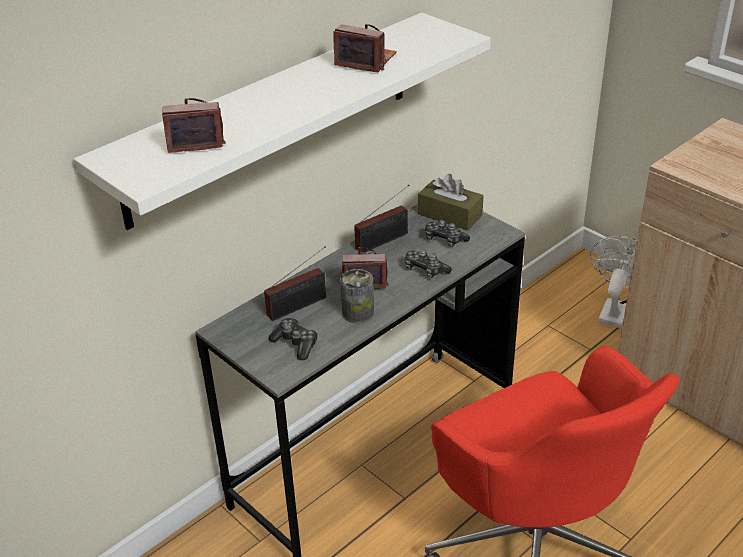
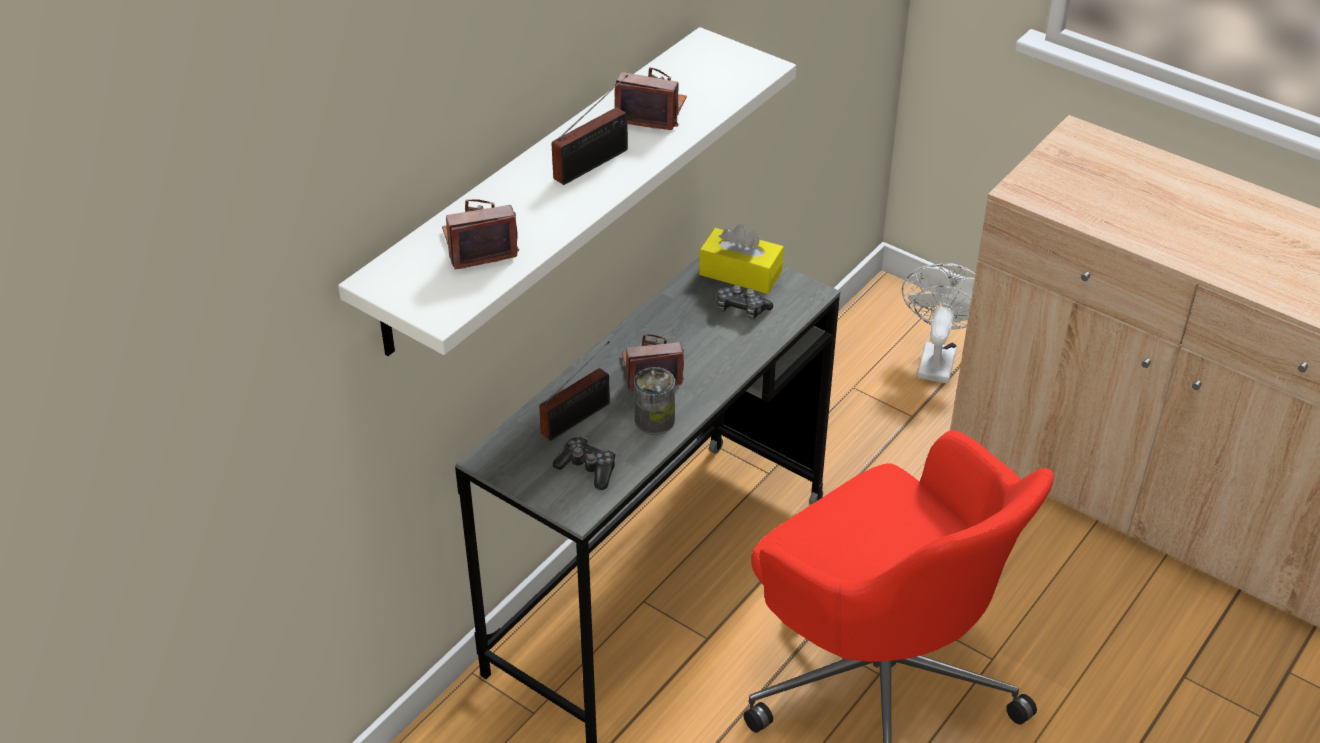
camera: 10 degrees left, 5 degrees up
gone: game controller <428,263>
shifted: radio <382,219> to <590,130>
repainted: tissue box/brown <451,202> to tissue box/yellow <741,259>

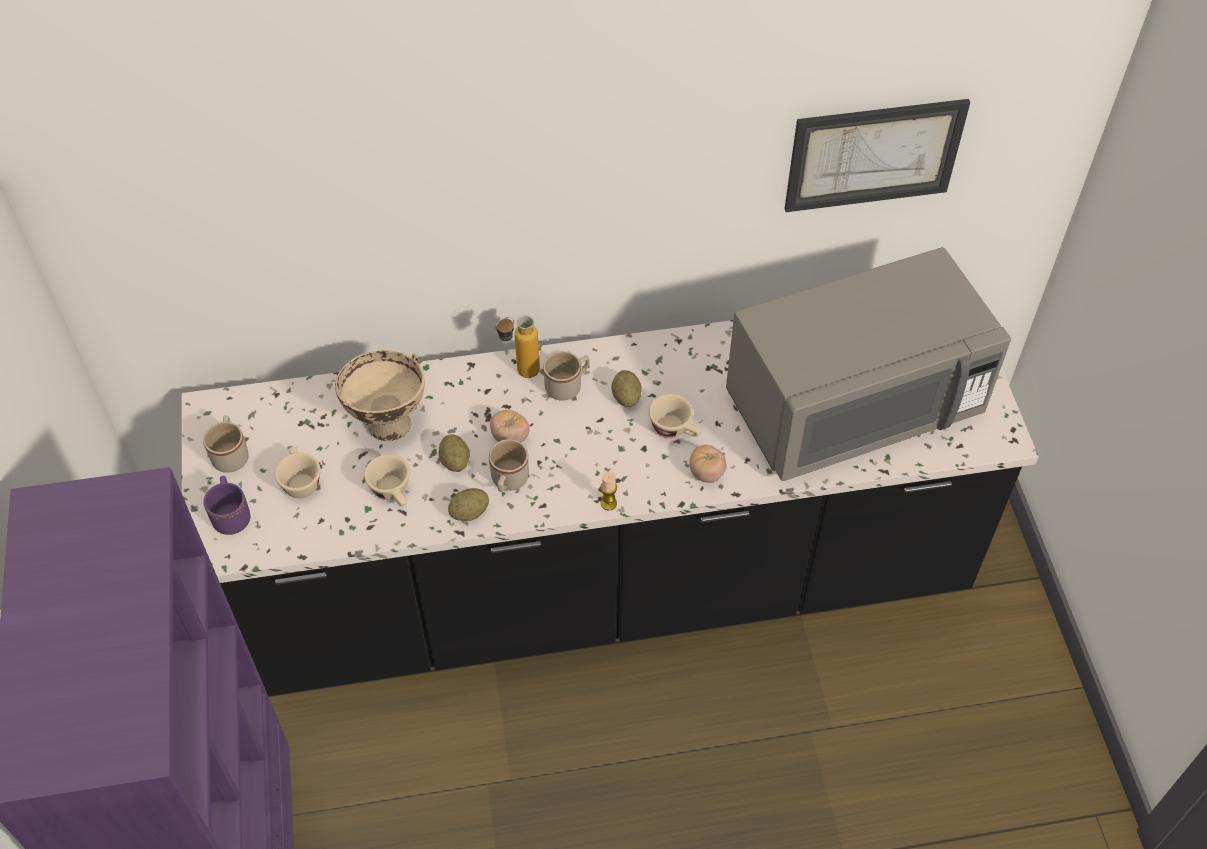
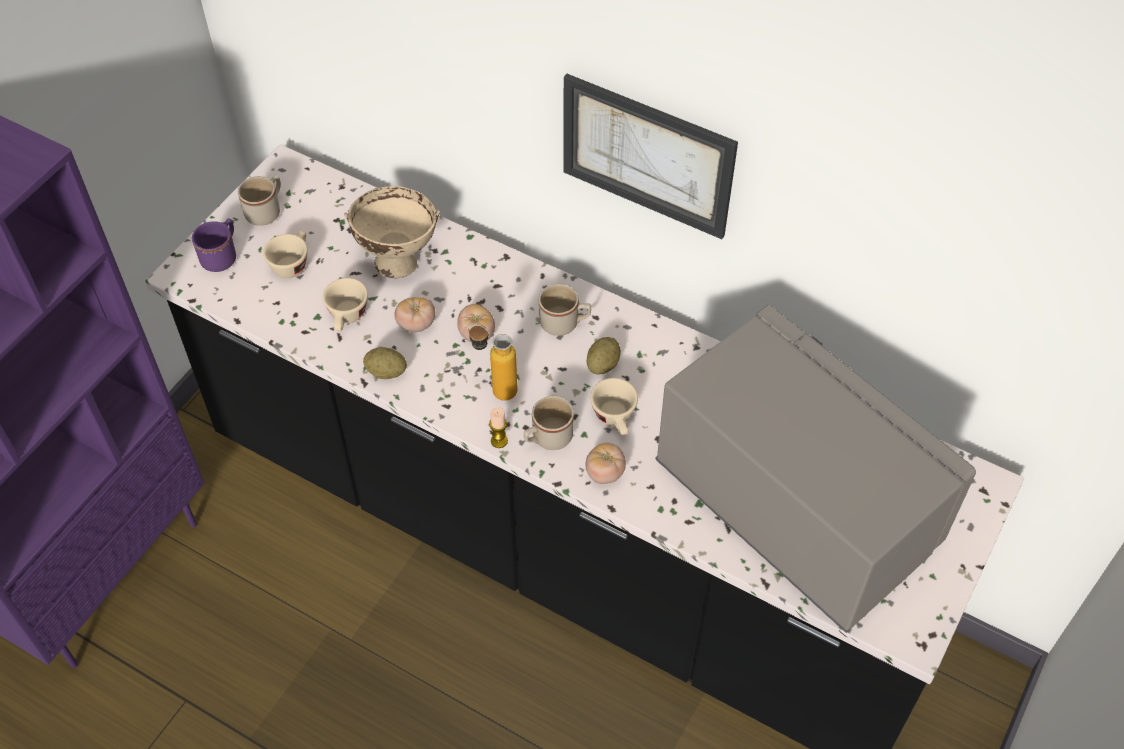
camera: 40 degrees right, 0 degrees up
shifted: mug/beige <509,465> to <549,423>; bottle <517,346> to <493,362>; picture <877,155> to <650,156>
swapped: potato <454,453> to tomato <414,314>
rotated: microwave/grey <869,364> = <815,469> 150 degrees counterclockwise

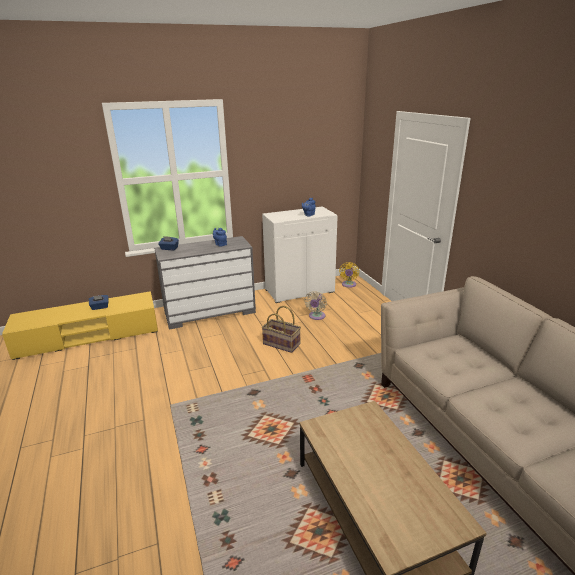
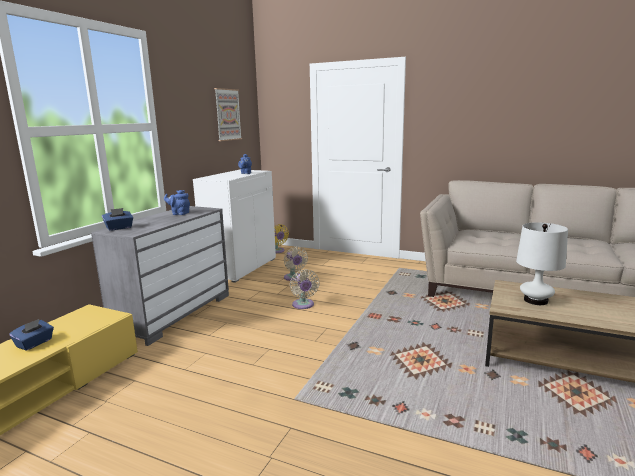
camera: 45 degrees left, 10 degrees down
new: picture <228,114>; table lamp/white <542,263>
swapped: basket <281,329> to fan/beige <304,289>

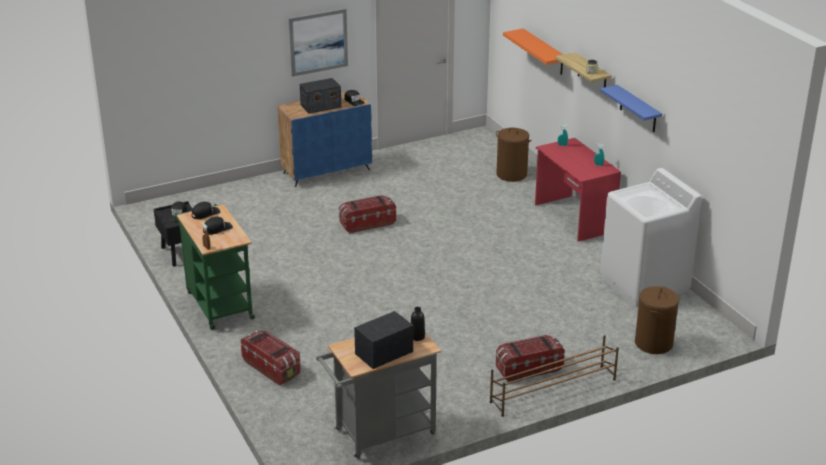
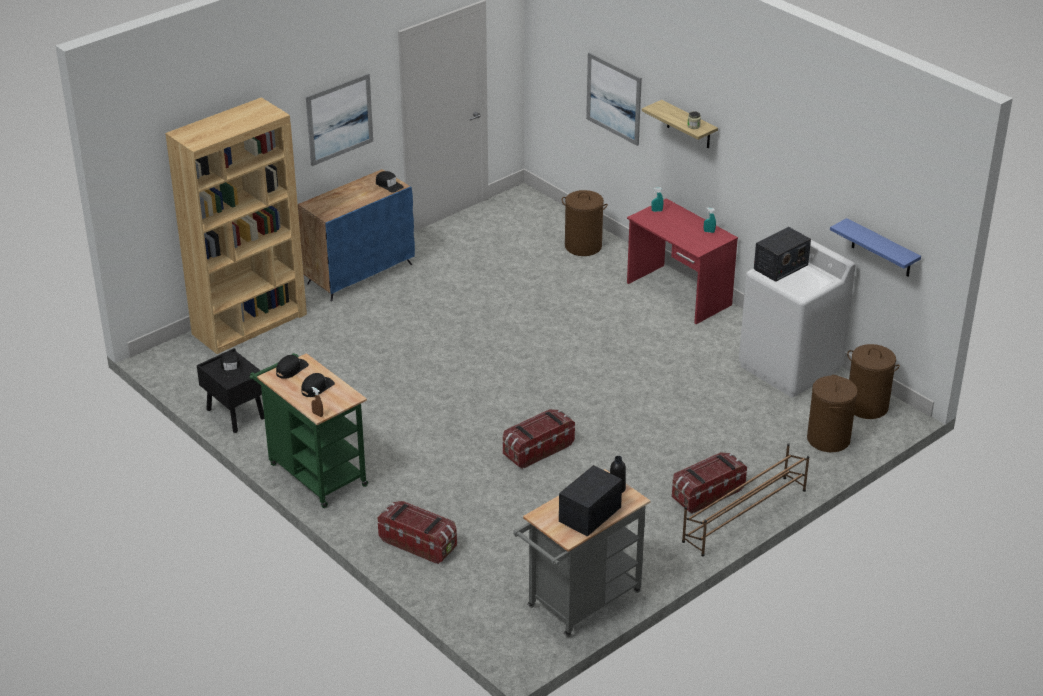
camera: 15 degrees left, 5 degrees up
new: bookcase/brown <236,225>; laundry basket/brown <873,381>
shifted: radio <320,95> to <782,254>; storage box <367,214> to <539,439>; shelf/blue <631,108> to <875,247>
swapped: shelf/orange <533,51> to picture <614,99>

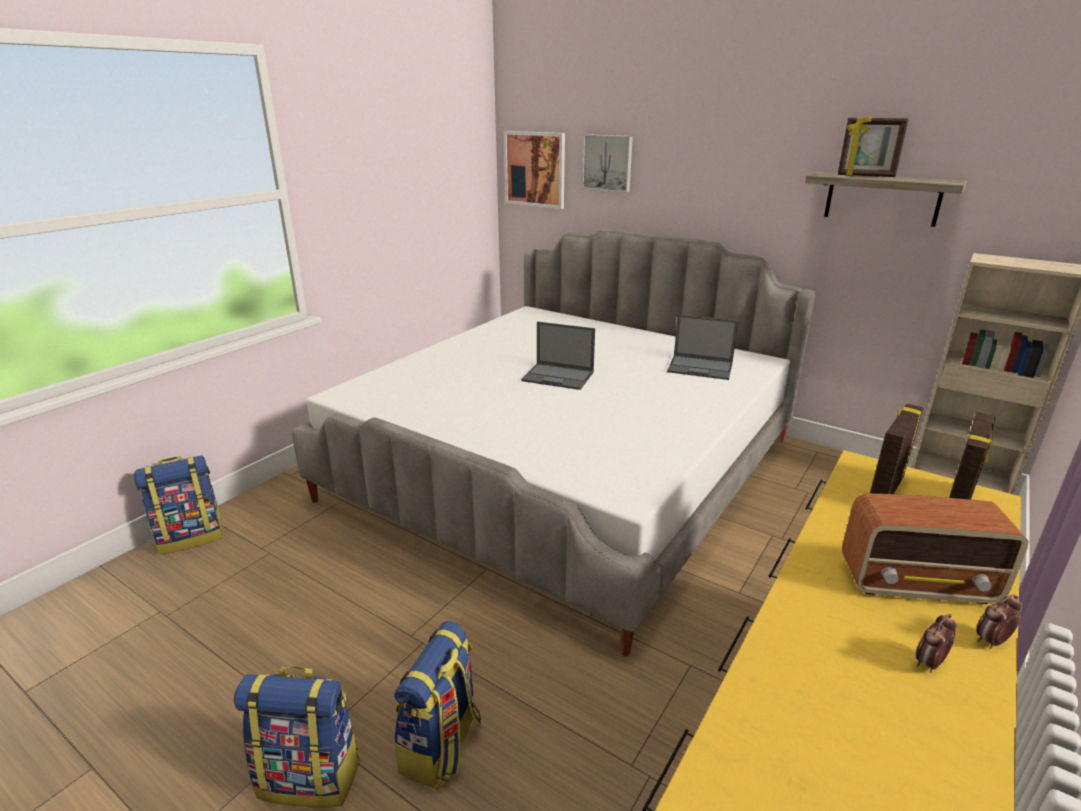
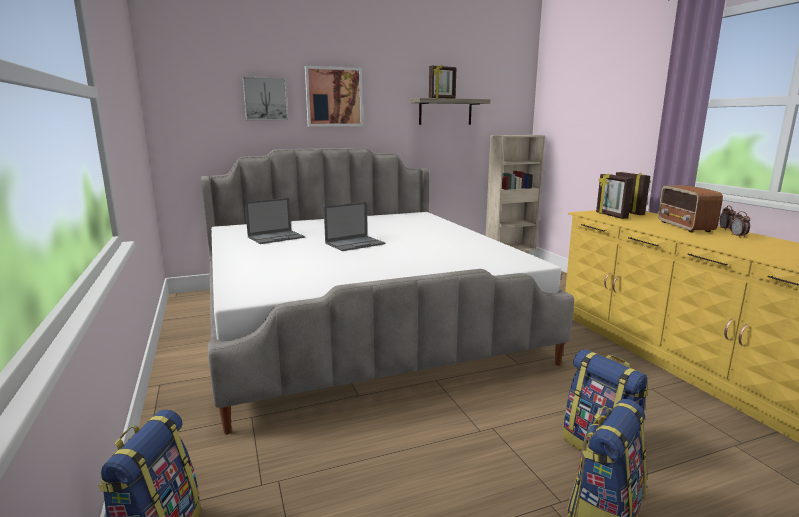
camera: 55 degrees left, 10 degrees down
shifted: picture <534,170> to <334,96>; laptop <702,347> to <275,221>
rotated: radio <935,548> = <690,209> 135 degrees clockwise

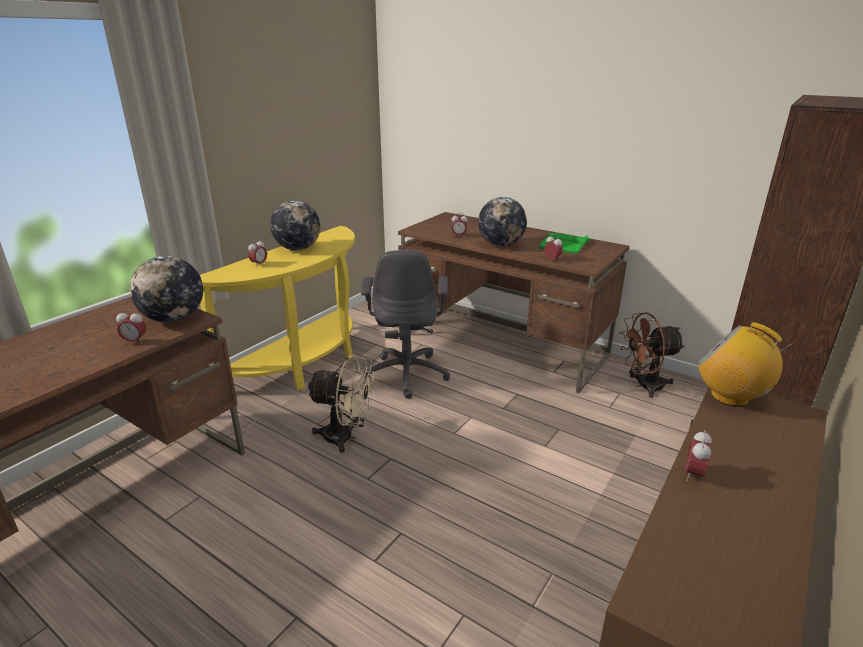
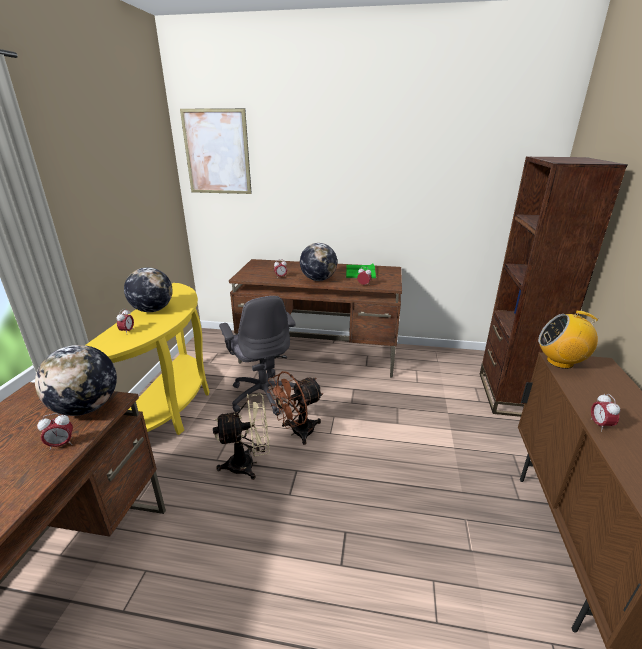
camera: 25 degrees left, 0 degrees up
new: picture <216,151>
shifted: fan/brown <652,355> to <295,408>

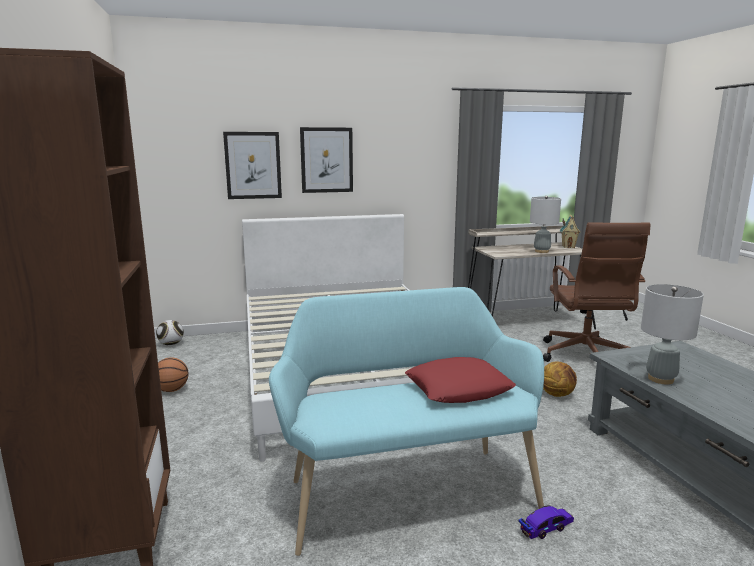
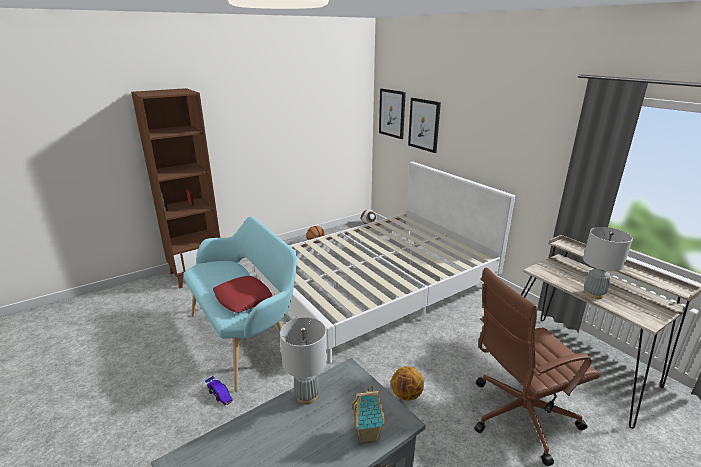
camera: 70 degrees right, 10 degrees up
shifted: picture <326,160> to <392,114>; toy house <570,231> to <368,414>

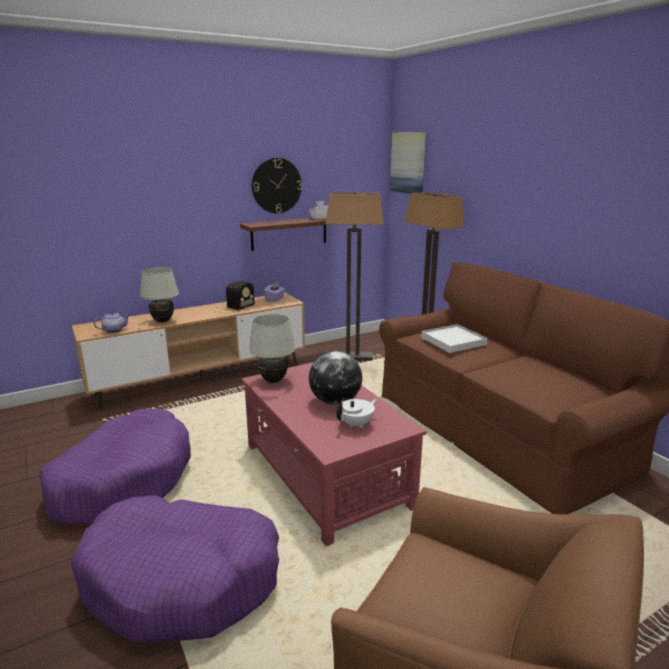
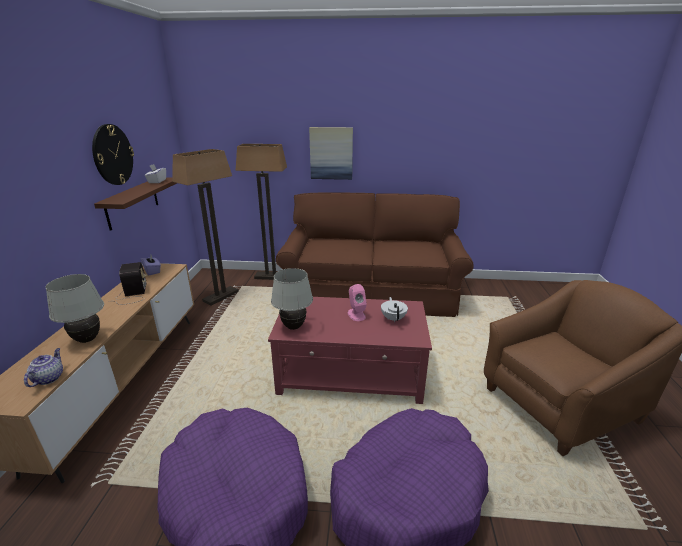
camera: 55 degrees left, 5 degrees up
gone: tray/white <454,338>
shifted: picture <408,163> to <331,153>
swapped: globe <335,378> to speaker/pink <357,302>

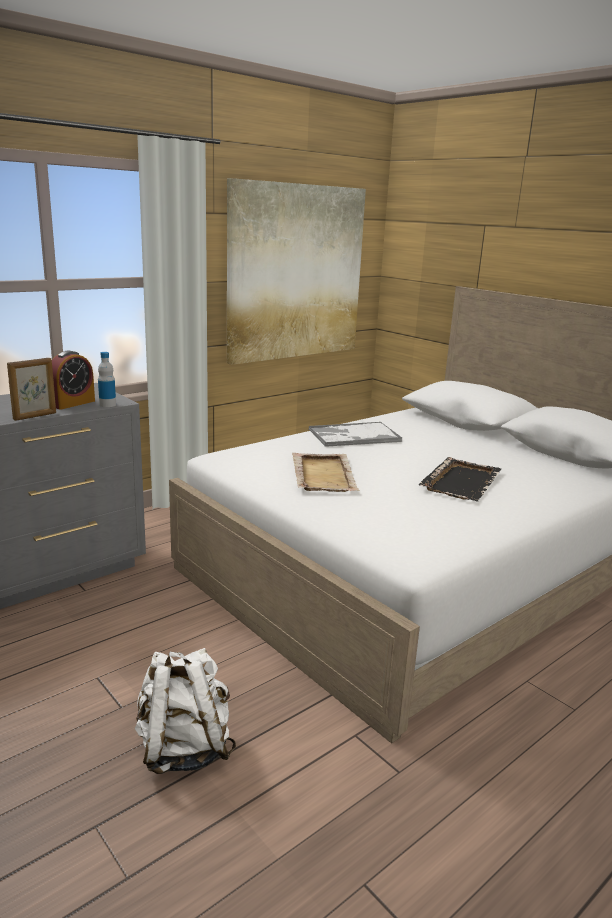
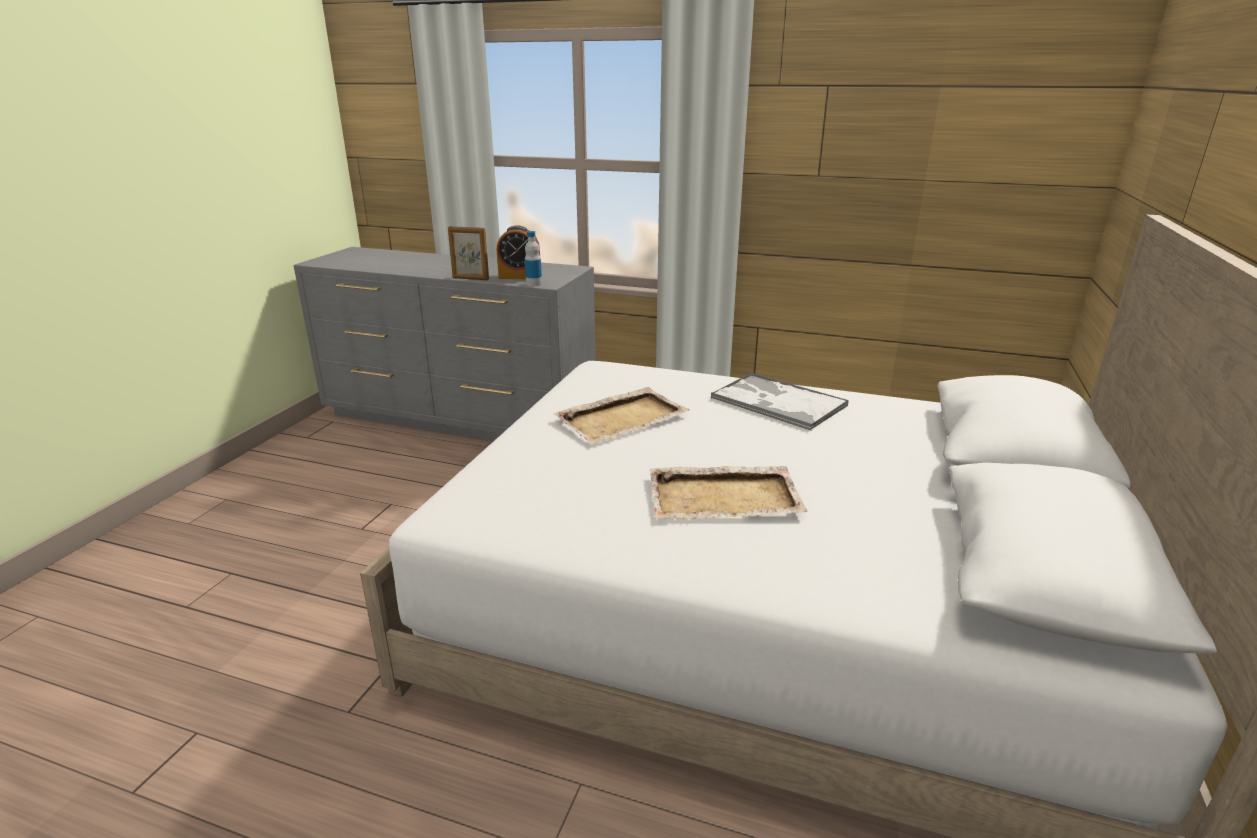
camera: 60 degrees right, 5 degrees up
gone: backpack/white <185,711>; picture <296,271>
repainted: tray/black <460,479> to tray/beige <728,492>

